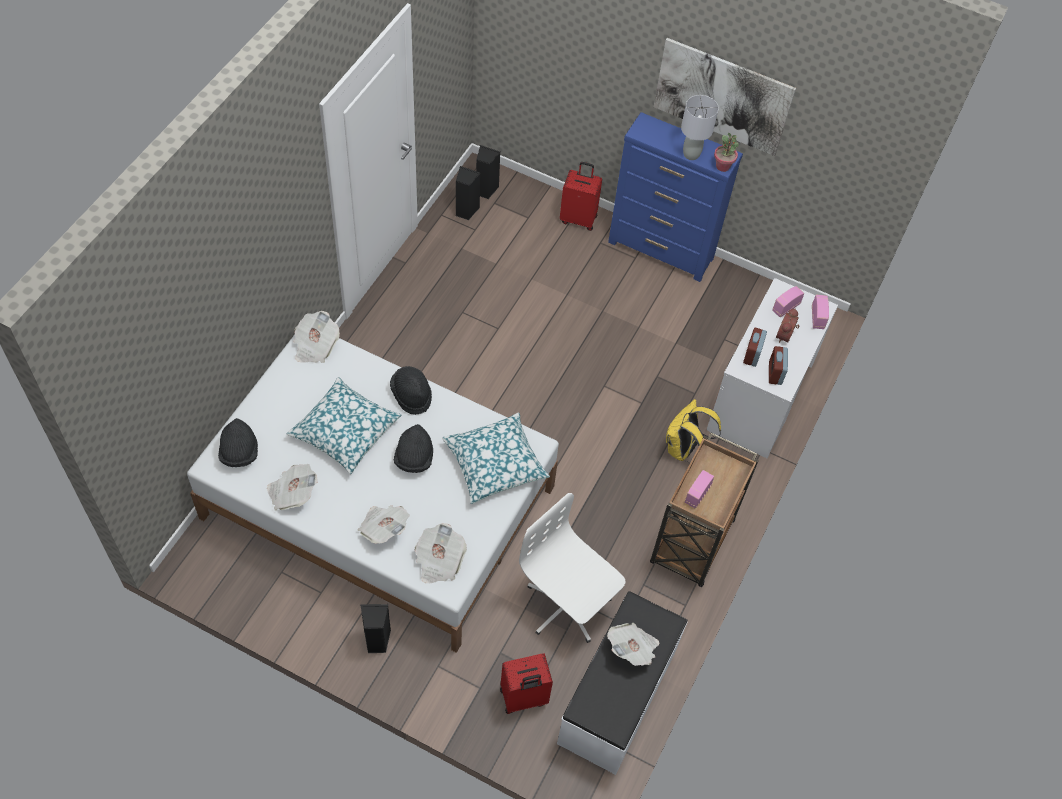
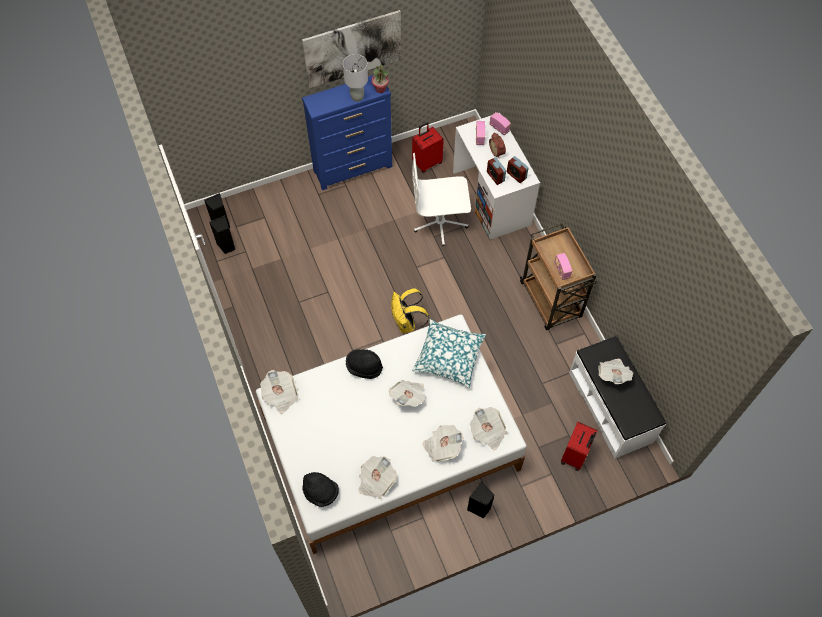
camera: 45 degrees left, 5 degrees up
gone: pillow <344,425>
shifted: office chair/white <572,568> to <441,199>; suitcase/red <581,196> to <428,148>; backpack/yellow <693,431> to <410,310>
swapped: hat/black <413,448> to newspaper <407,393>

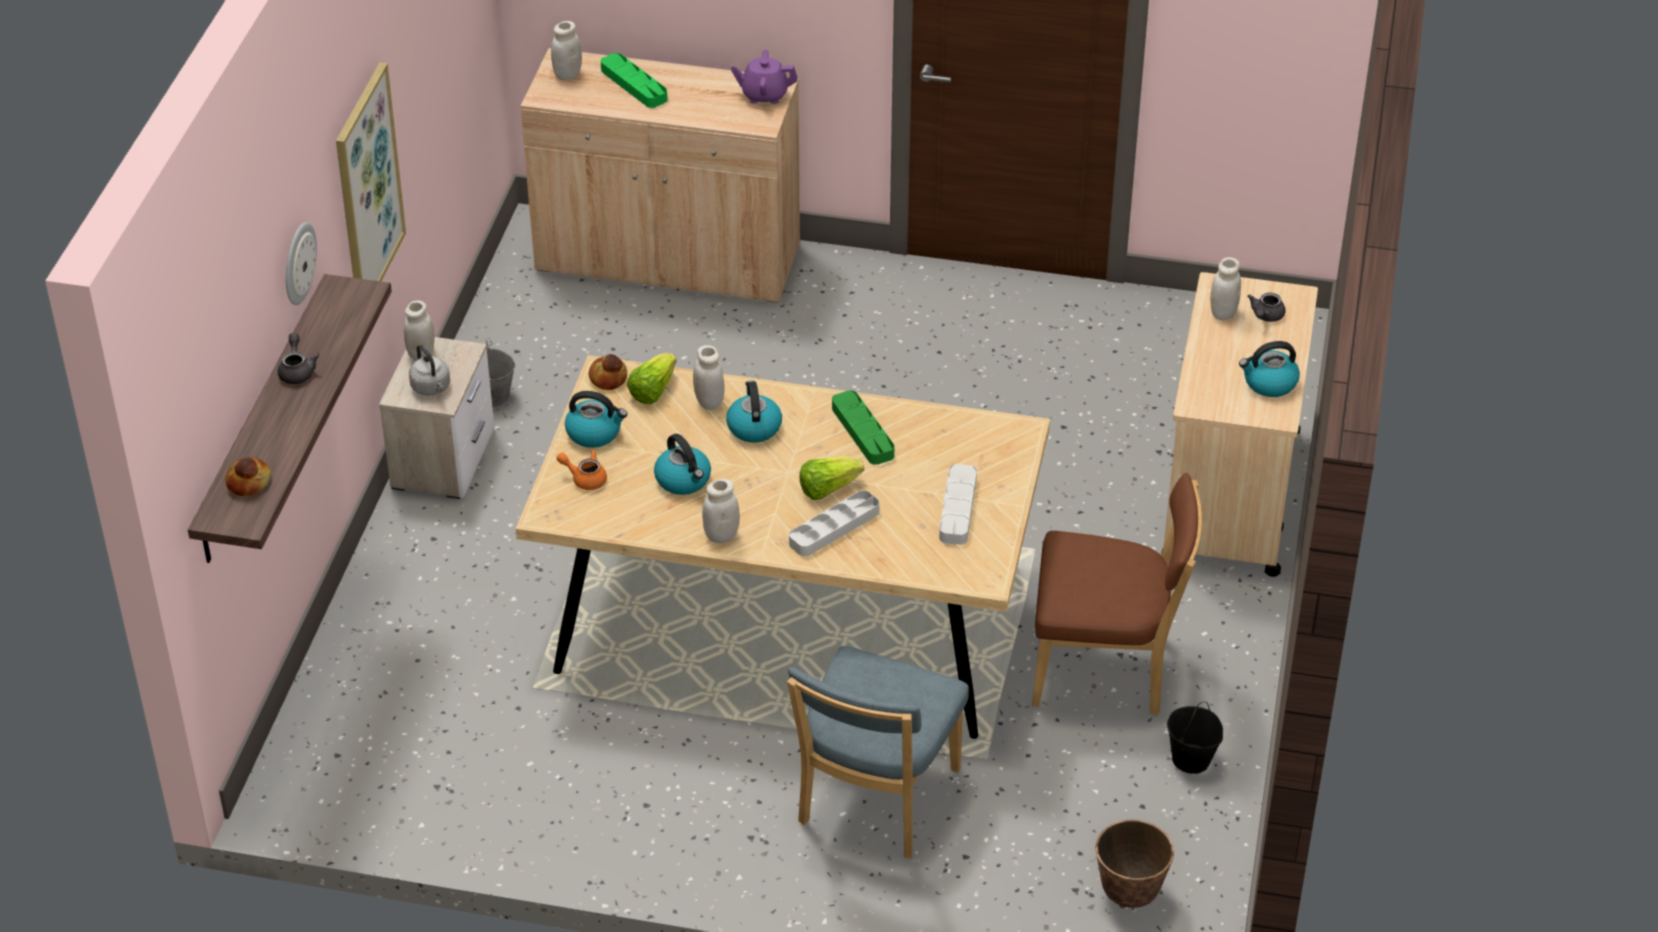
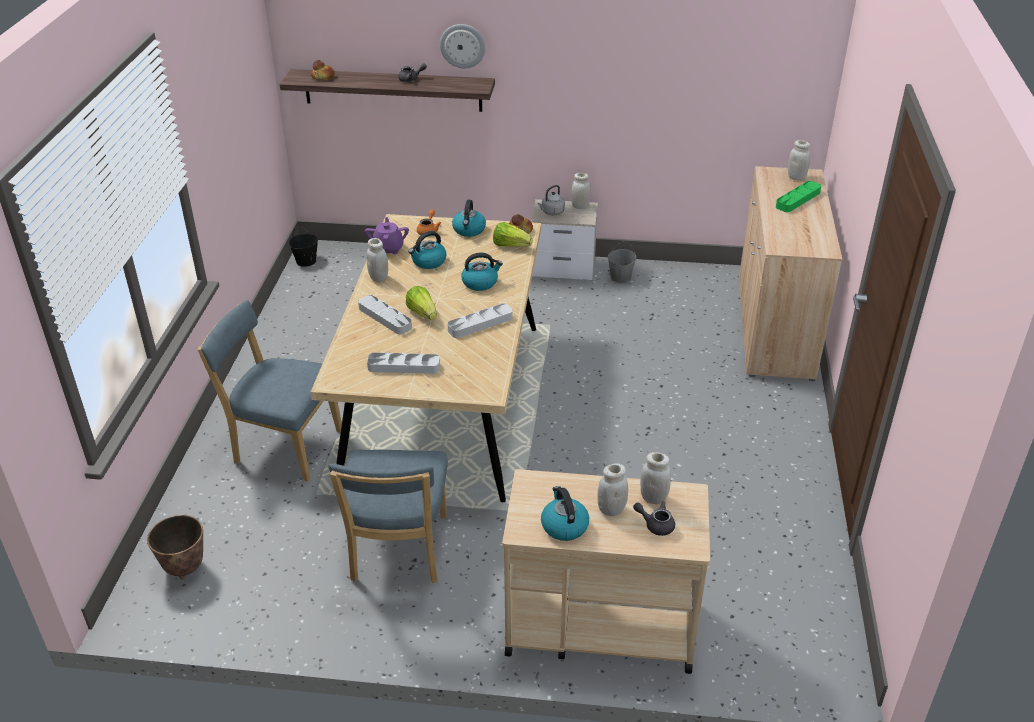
camera: 85 degrees right, 5 degrees down
gone: picture <371,172>
shifted: jar/white <709,377> to <613,489>; teapot/purple <764,77> to <387,235>; bucket/black <1195,737> to <303,246>
repainted: tray/green <863,427> to tray/grey <480,320>; chair/brown <1117,594> to chair/blue <388,516>

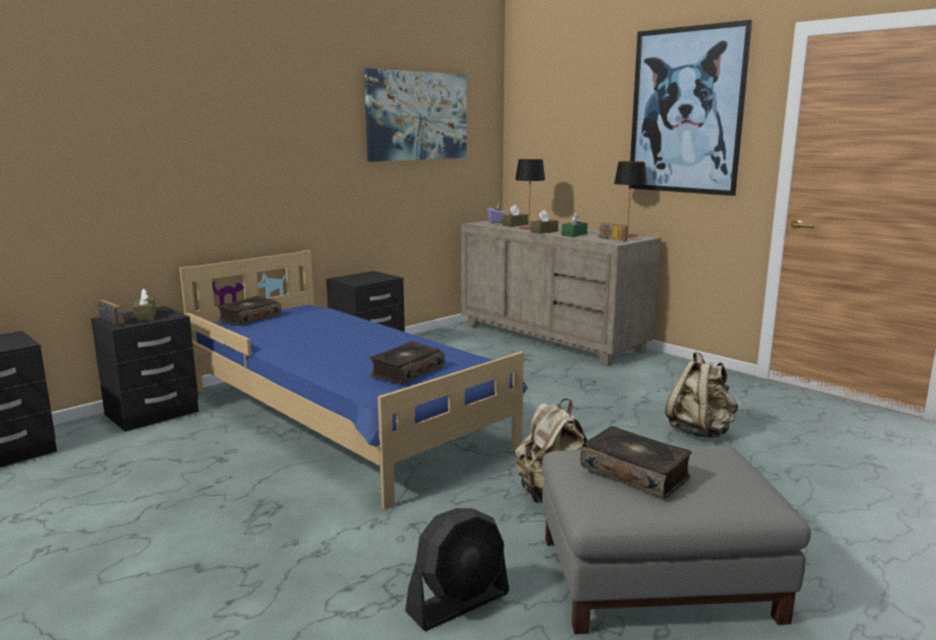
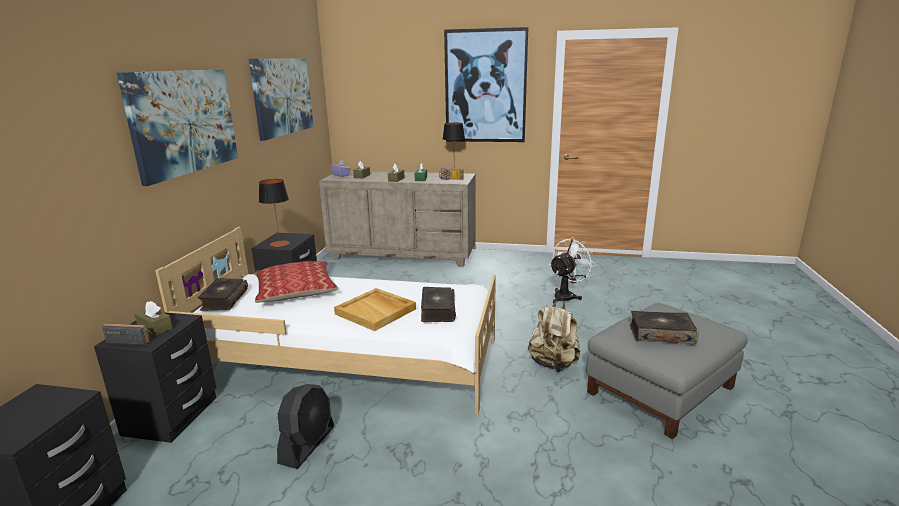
camera: 35 degrees left, 5 degrees up
new: picture <177,127>; pillow <296,282>; tray/beige <375,309>
shifted: fan/black <457,569> to <305,426>; table lamp <530,194> to <274,213>
swapped: backpack/beige <701,394> to fan/white <573,270>
repainted: bed/blue <353,380> to bed/white <325,321>

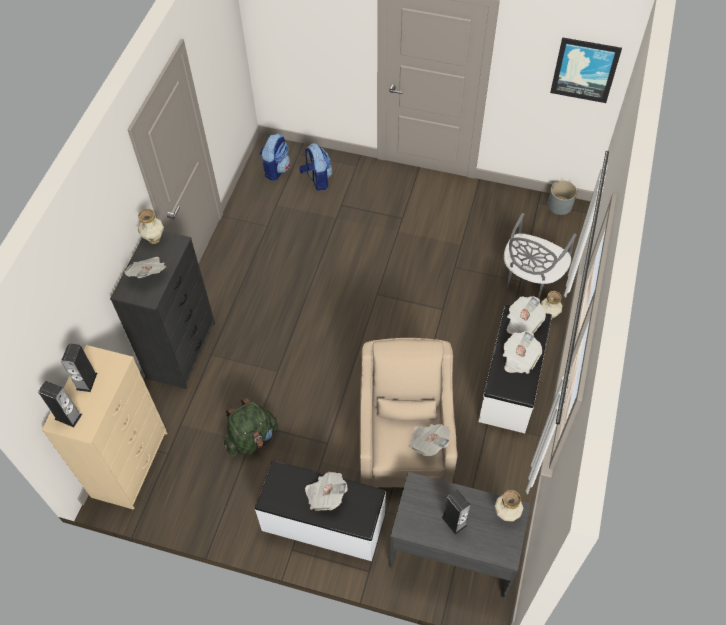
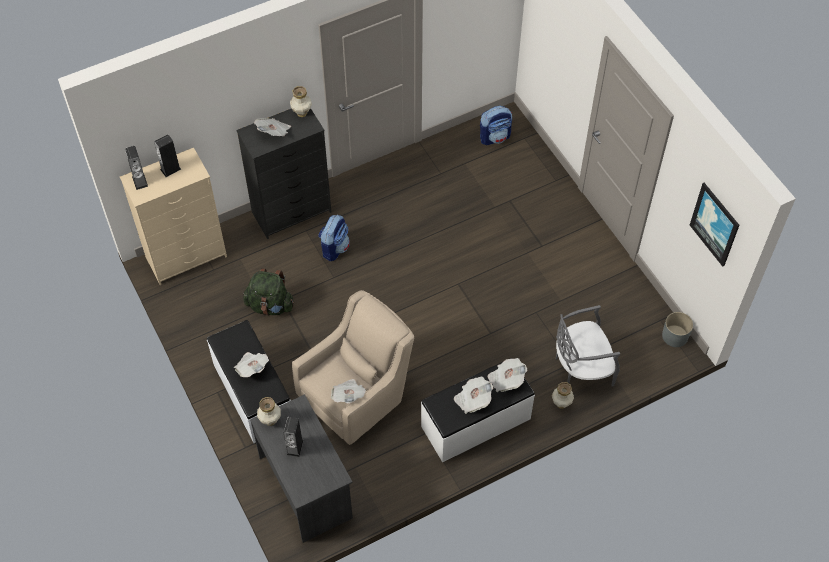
camera: 45 degrees right, 0 degrees up
shifted: backpack <316,167> to <334,238>; vase <508,506> to <269,411>

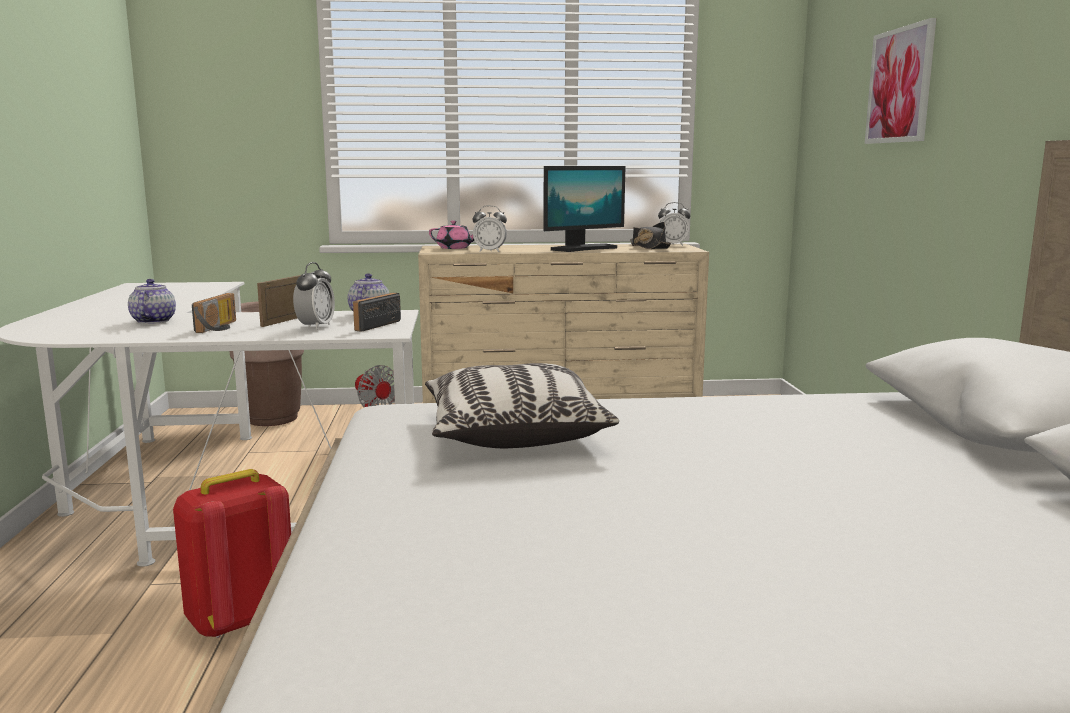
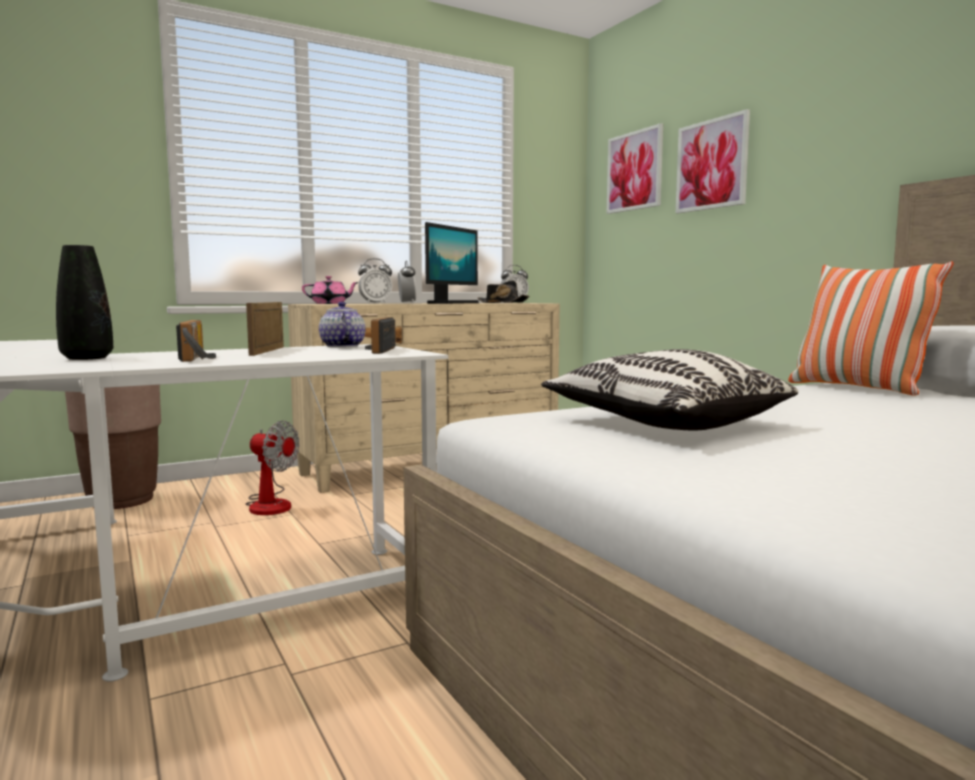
camera: 25 degrees left, 5 degrees down
gone: backpack/red <232,553>
new: picture <635,168>; pillow <871,328>
shifted: alarm clock <314,296> to <407,282>
swapped: teapot <152,301> to vase/black <84,302>

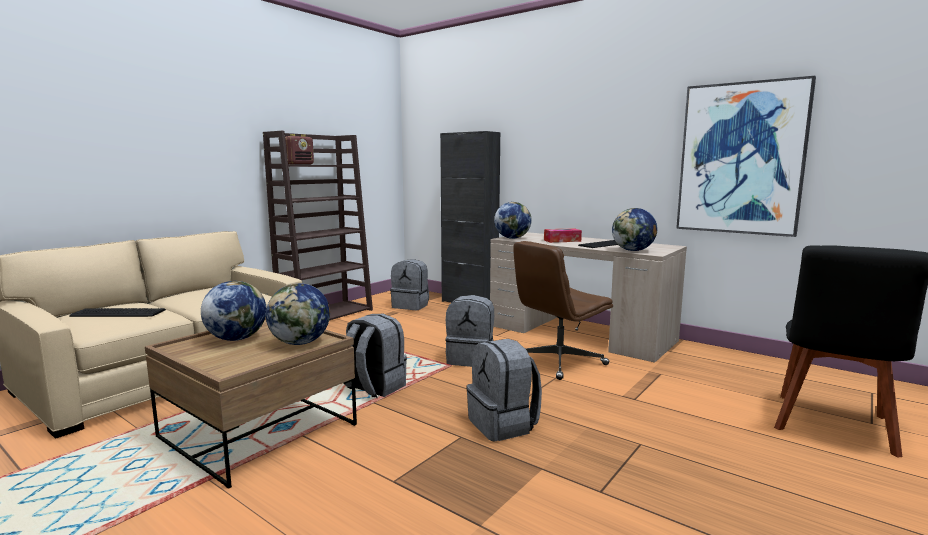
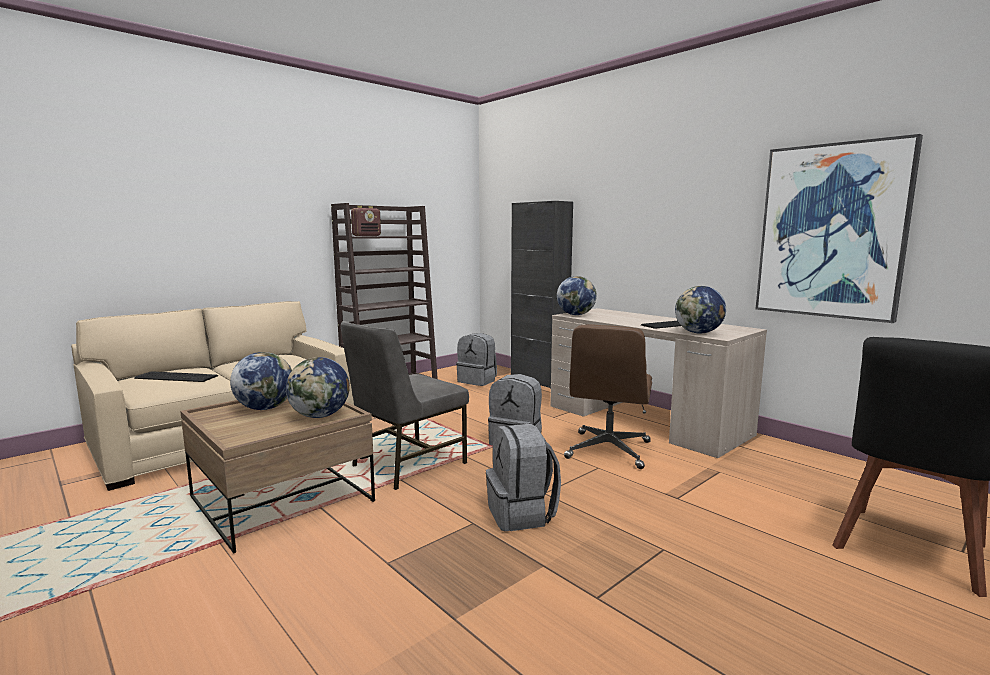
camera: 10 degrees right, 0 degrees up
gone: tissue box <563,235>
swapped: backpack/grey <376,356> to chair/grey <405,405>
rotated: office chair/brown <563,310> = <608,397> 45 degrees counterclockwise

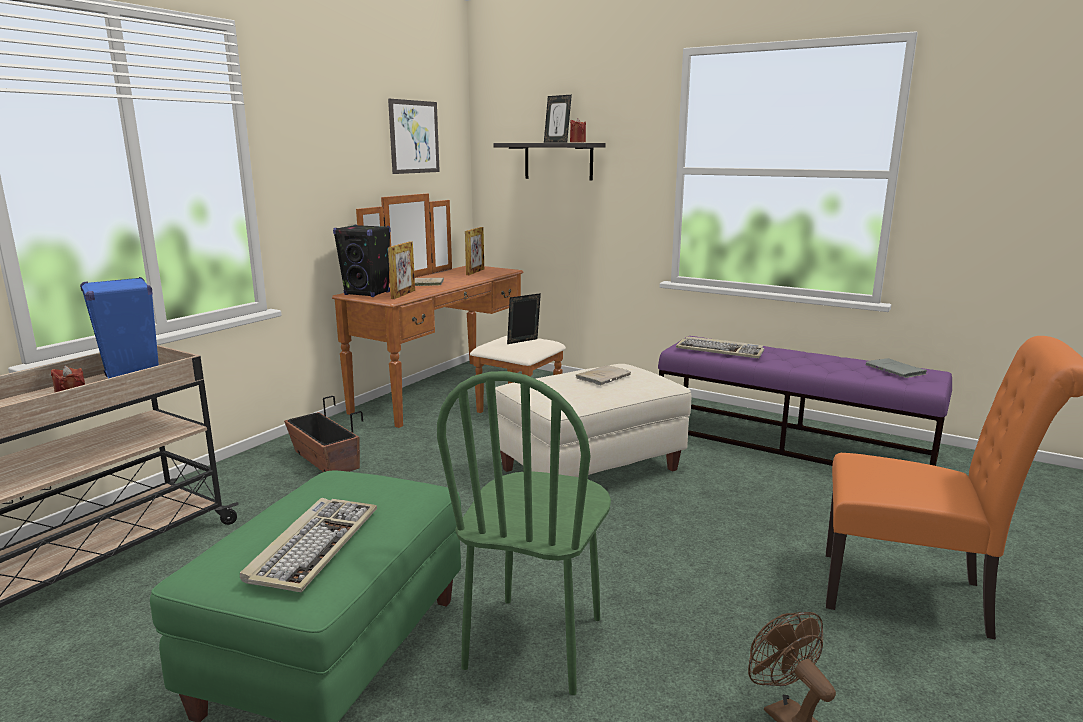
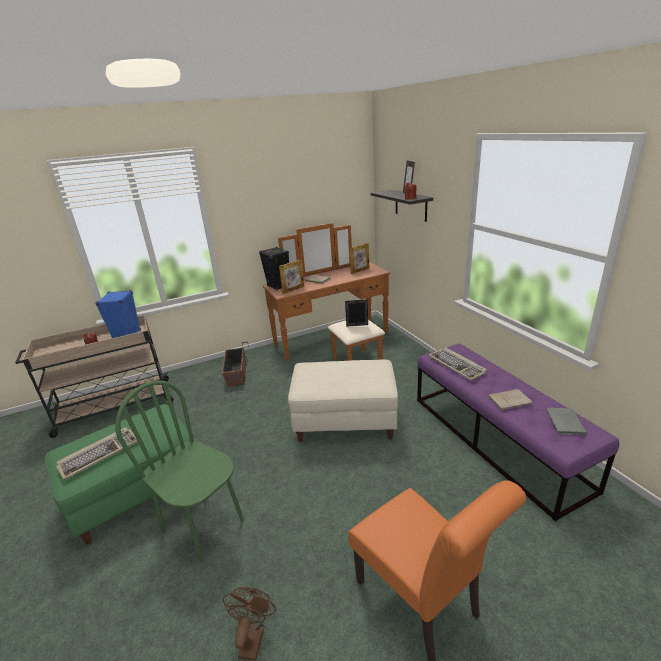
camera: 35 degrees right, 10 degrees up
gone: picture <414,136>
shifted: book/beige <603,375> to <510,399>
rotated: chair/green <524,533> = <179,471> 75 degrees clockwise

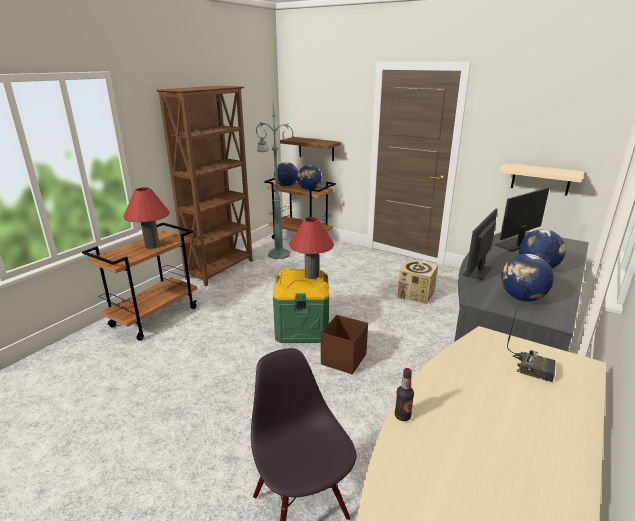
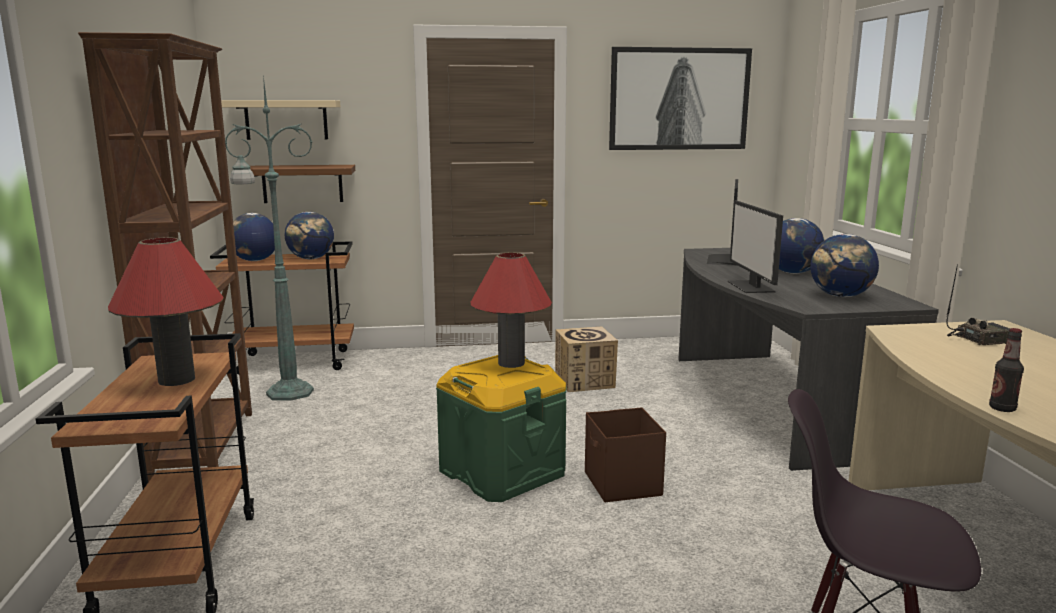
camera: 40 degrees left, 10 degrees down
new: picture <680,98>
shifted: shelf/beige <541,179> to <280,120>

